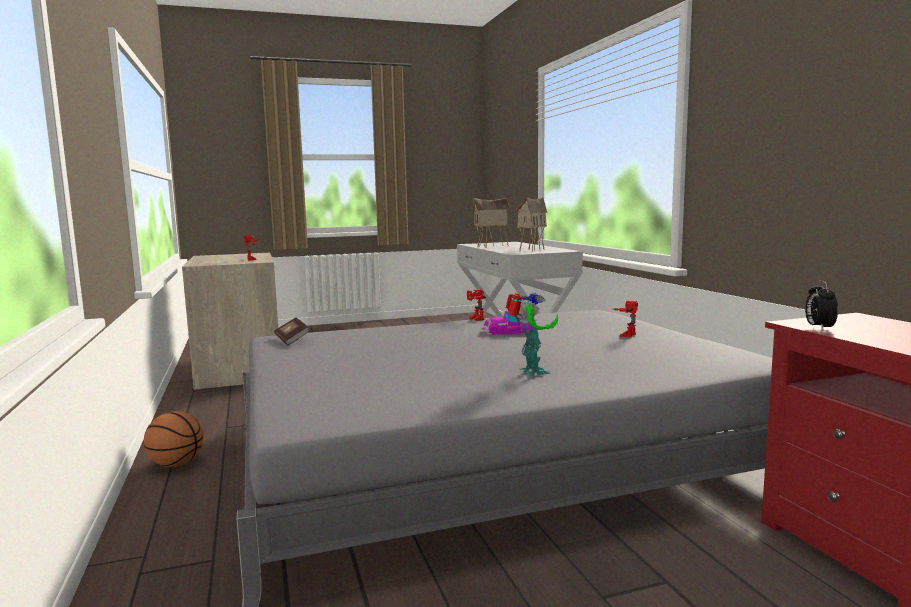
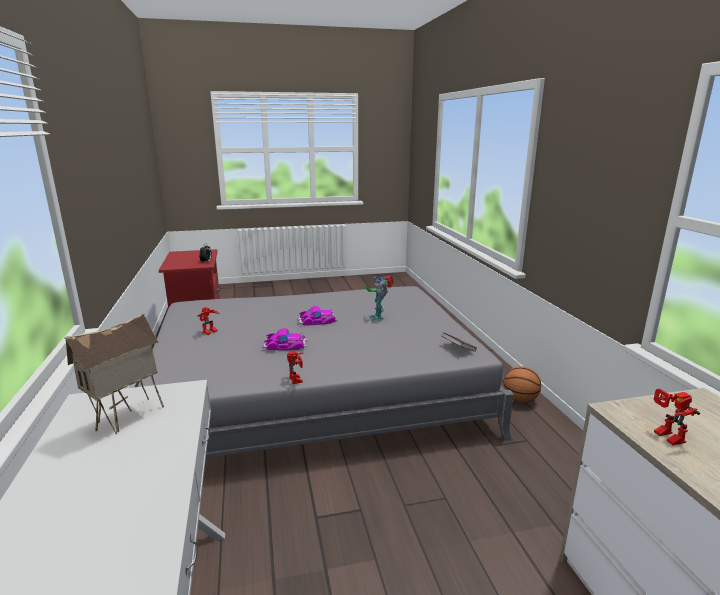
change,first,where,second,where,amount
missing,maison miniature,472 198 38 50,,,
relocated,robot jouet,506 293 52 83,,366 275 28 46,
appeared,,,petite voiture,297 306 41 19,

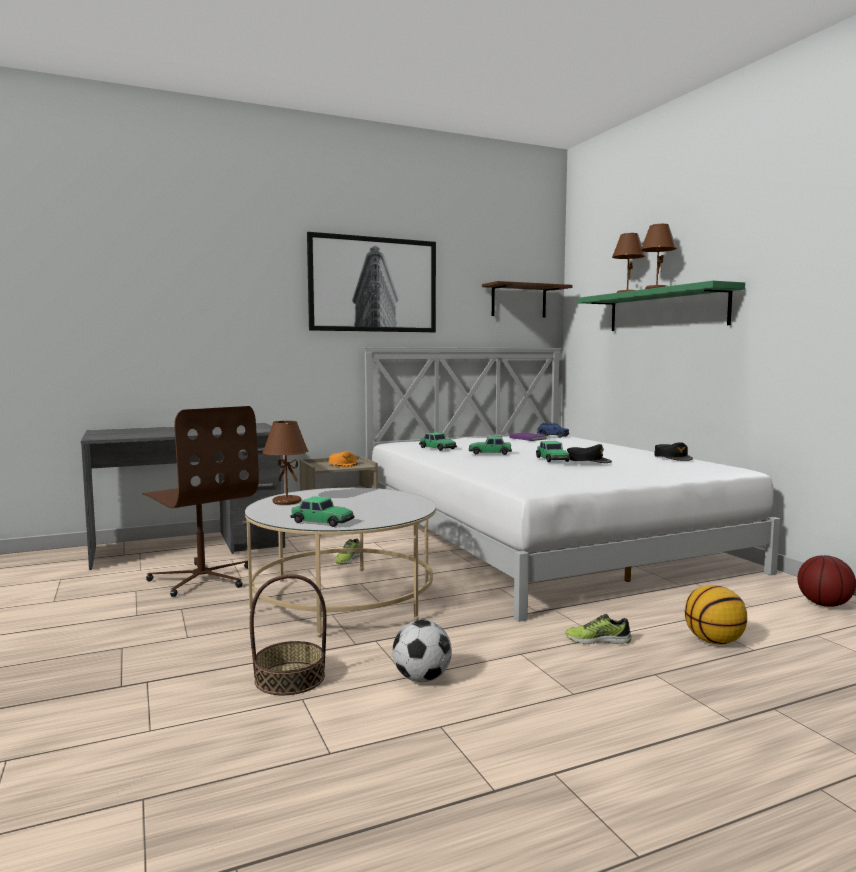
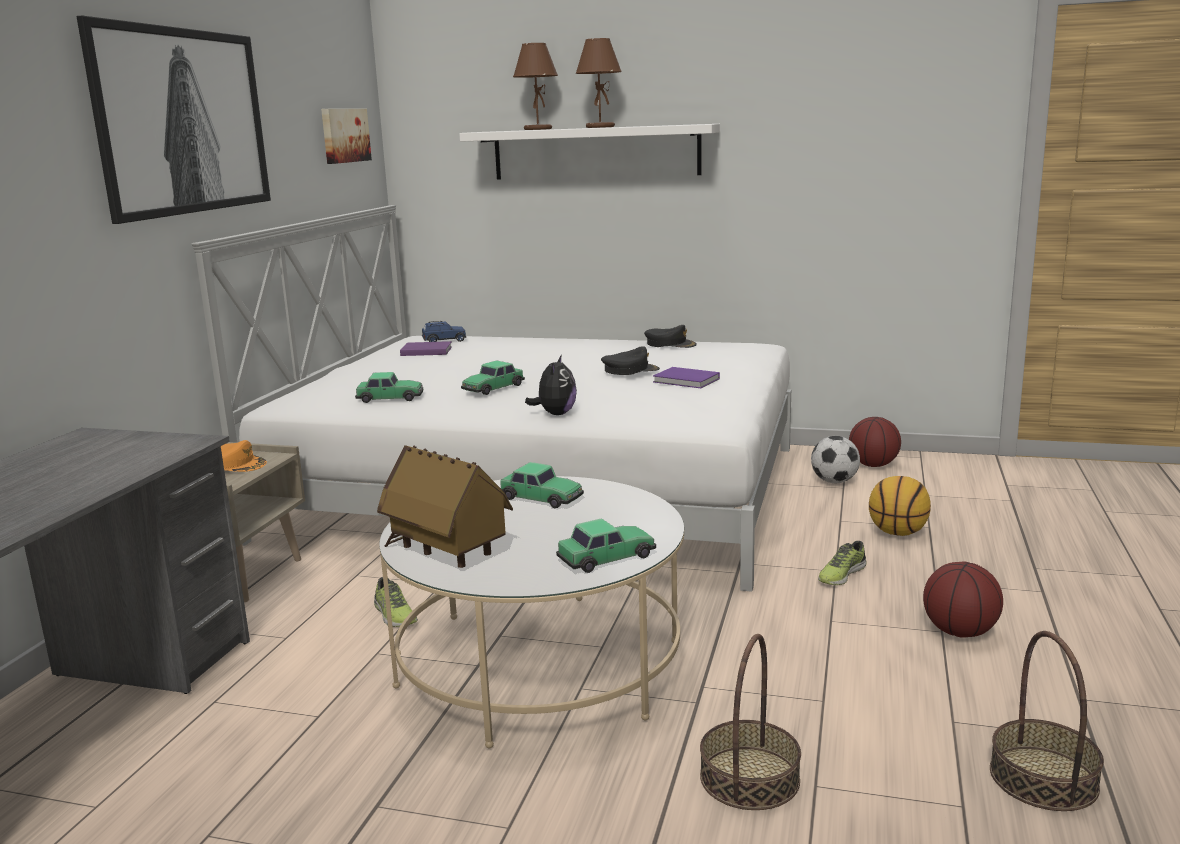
change,first,where,second,where,amount
missing,chaise de bureau [marron],142 406 117 191,,,
exchanged,lampe de table [marron],263 421 46 84,maison miniature,377 445 136 123,
relocated,ballon de foot,392 620 60 62,,811 436 49 47,
exchanged,étagère [marron],482 281 90 36,tableau,321 109 51 55,
relocated,petite voiture,536 441 34 21,,500 462 84 46,
colour,étagère [vert],578 281 167 50,étagère [blanc],459 124 261 56,
appeared,,,peluche,525 355 52 60,
appeared,,,livre [violet],653 367 67 21,
appeared,,,ballon de basket,923 561 80 77,
appeared,,,panier,990 631 114 180,

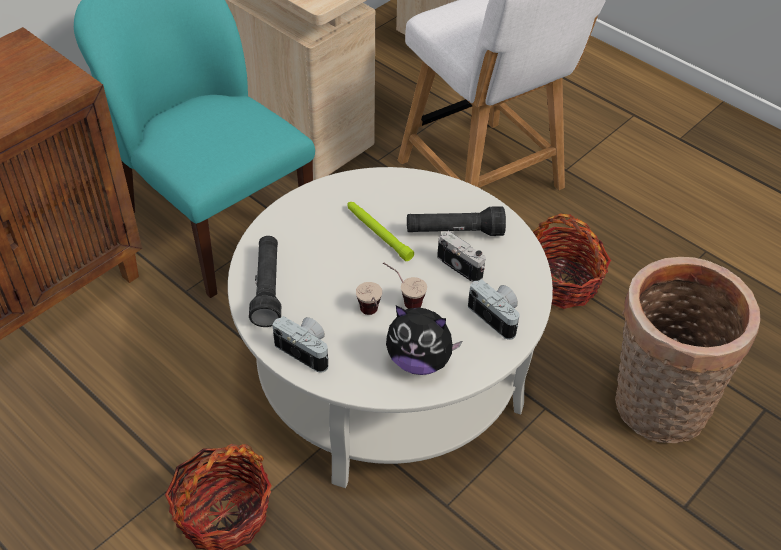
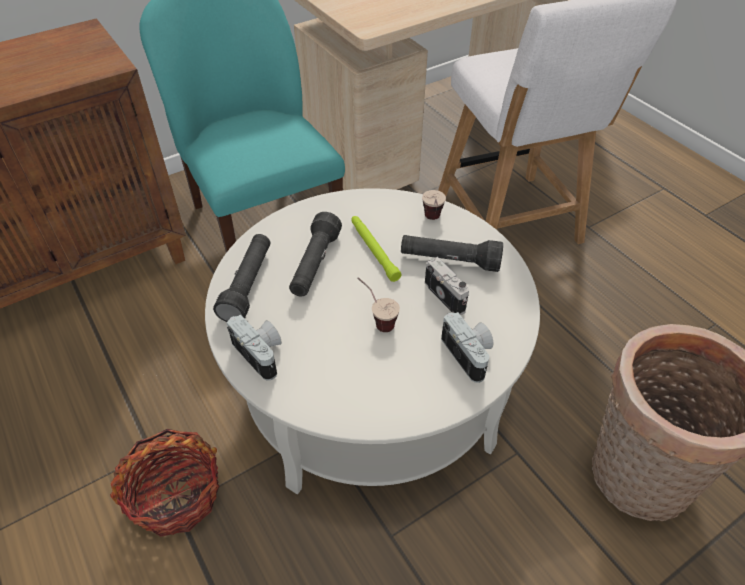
change,first,where,second,where,amount
relocated,tasse,356 282 26 33,,422 190 24 30,
missing,peluche,386 305 76 70,,,
missing,panier,533 213 78 96,,,
appeared,,,lampe de poche [noir],289 212 53 85,

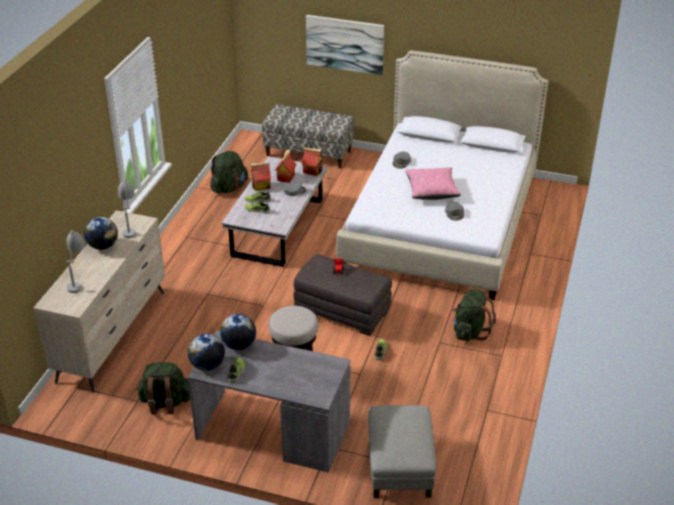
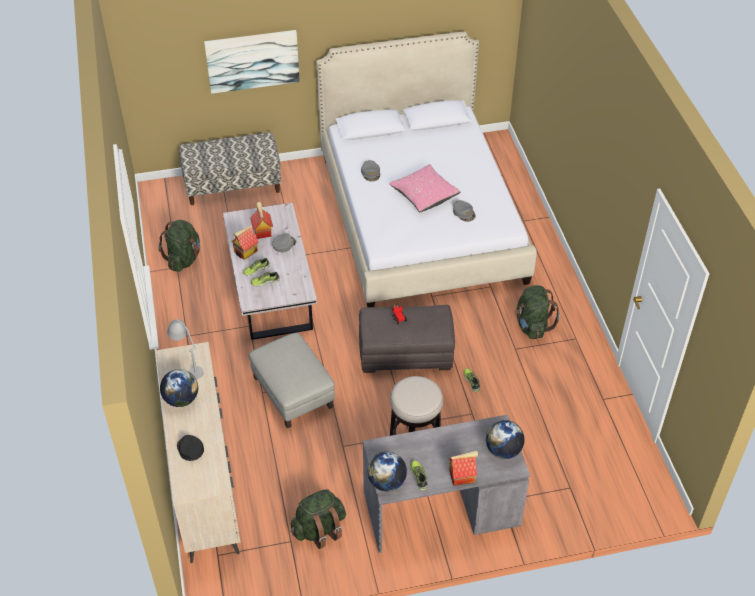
change,first,where,second,where,amount
exchanged,lampe de table [gris],66 230 19 63,casquette [noir],177 435 27 26,
relocated,globe,220 314 36 36,,486 420 39 39,
relocated,maison miniature,301 148 22 28,,449 451 29 35,
relocated,pouf [gris],368 405 68 93,,249 333 86 96,

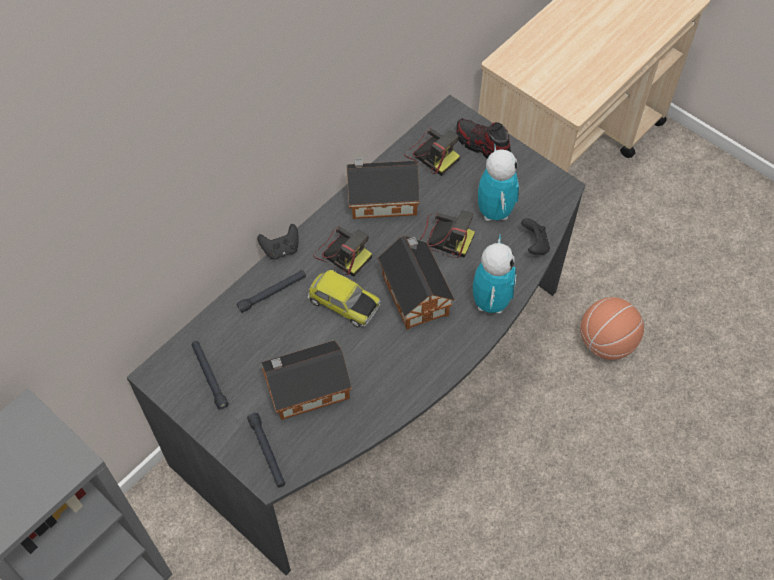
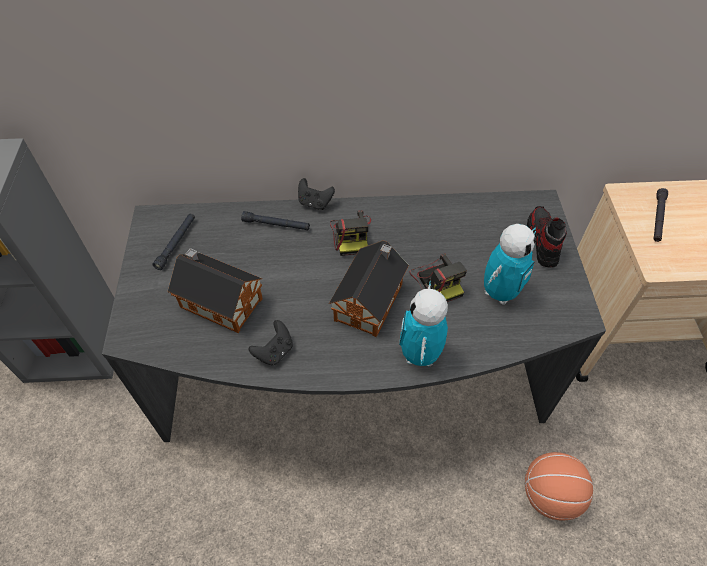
change,first,where,second,where,amount
relocated,lampe de poche [noir],247 413 38 74,,653 188 15 54,
missing,petite voiture,308 270 73 57,,,
missing,maison miniature,346 158 74 61,,,
missing,appareil photo,404 127 56 49,,,
spun,robot jouet,473 236 43 77,,399 283 49 83,135 degrees clockwise
relocated,manette [noir],521 218 29 37,,249 320 44 45,

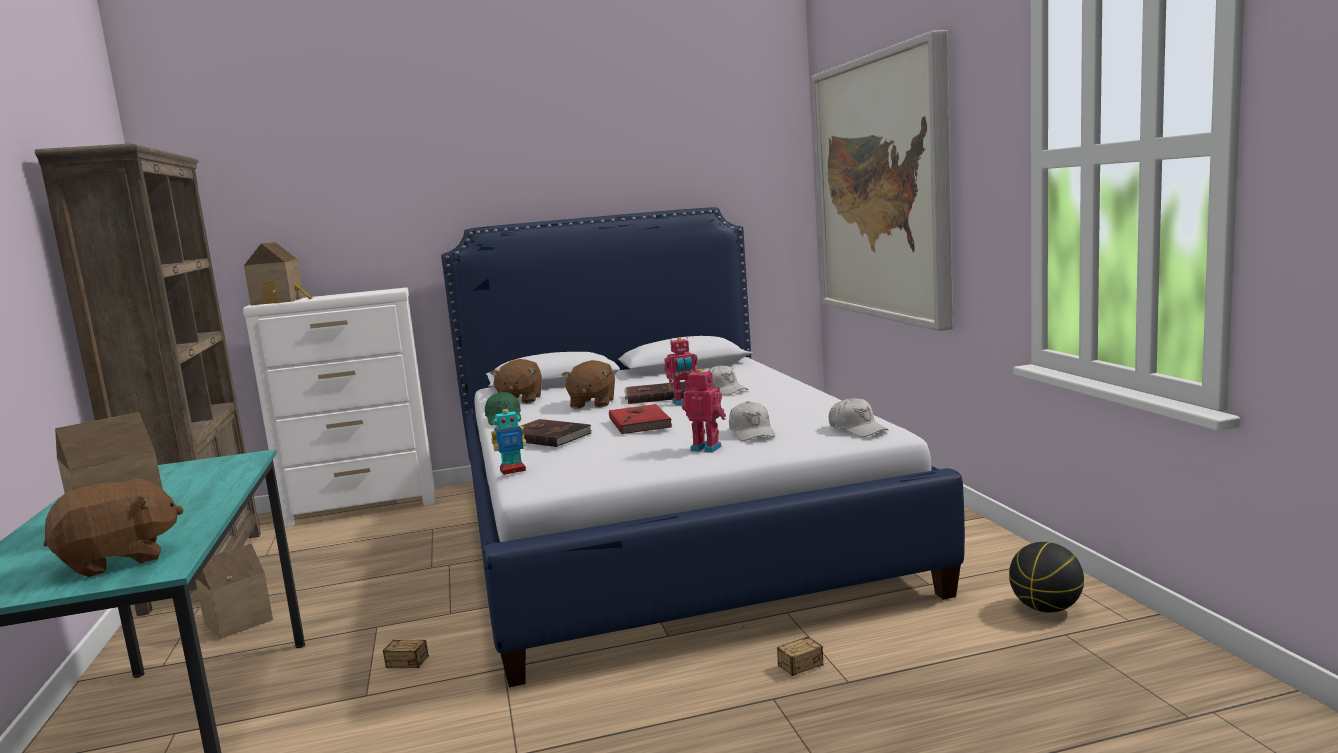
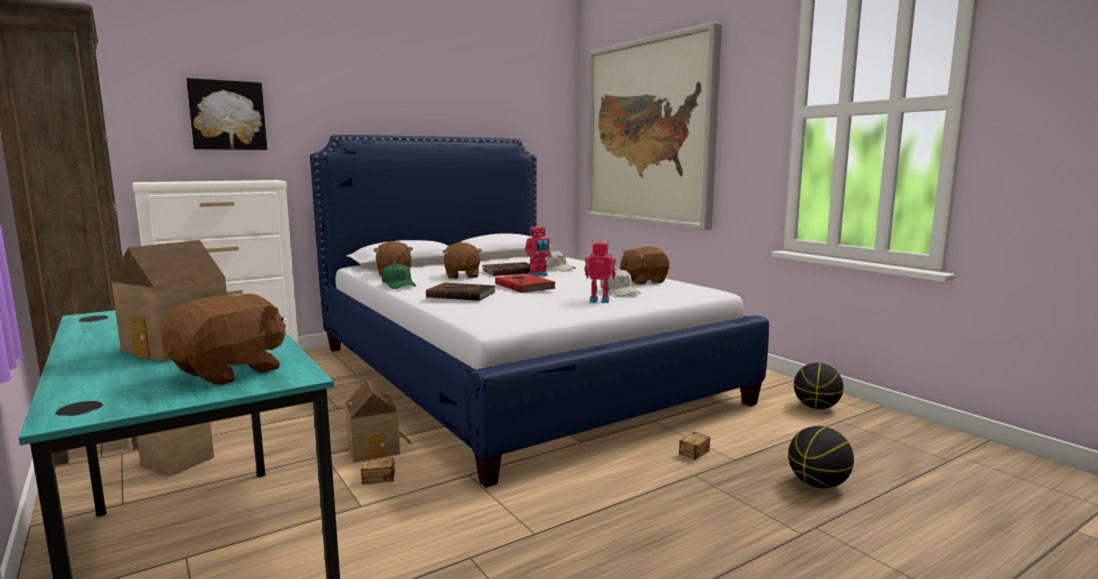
change,first,where,second,where,amount
relocated,maison miniature,244 242 69 63,,345 379 67 83,
missing,robot jouet,491 403 35 72,,,
missing,casquette [blanc],829 397 60 40,,,
appeared,,,tableau,186 78 81 72,
appeared,,,peluche [marron],620 247 49 38,
appeared,,,ballon de basket,788 426 66 62,

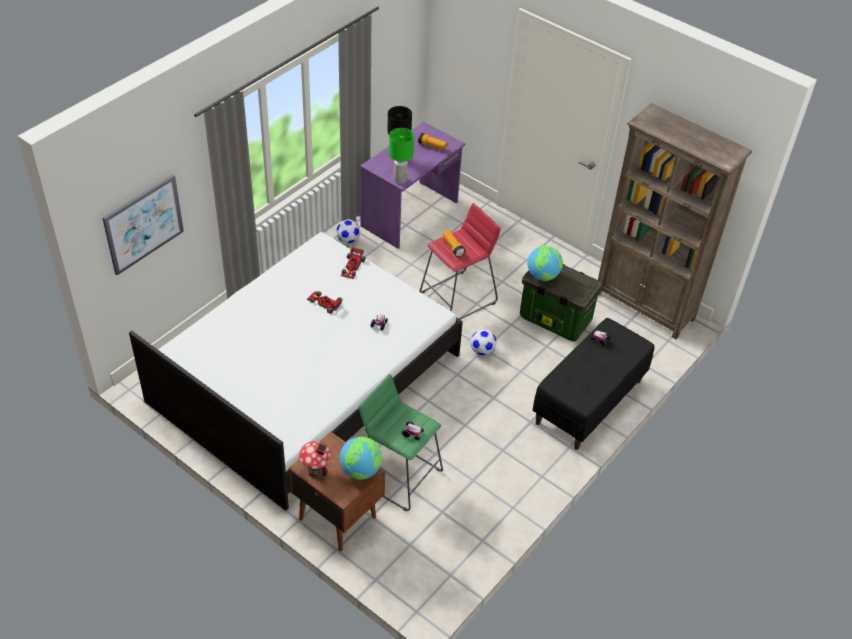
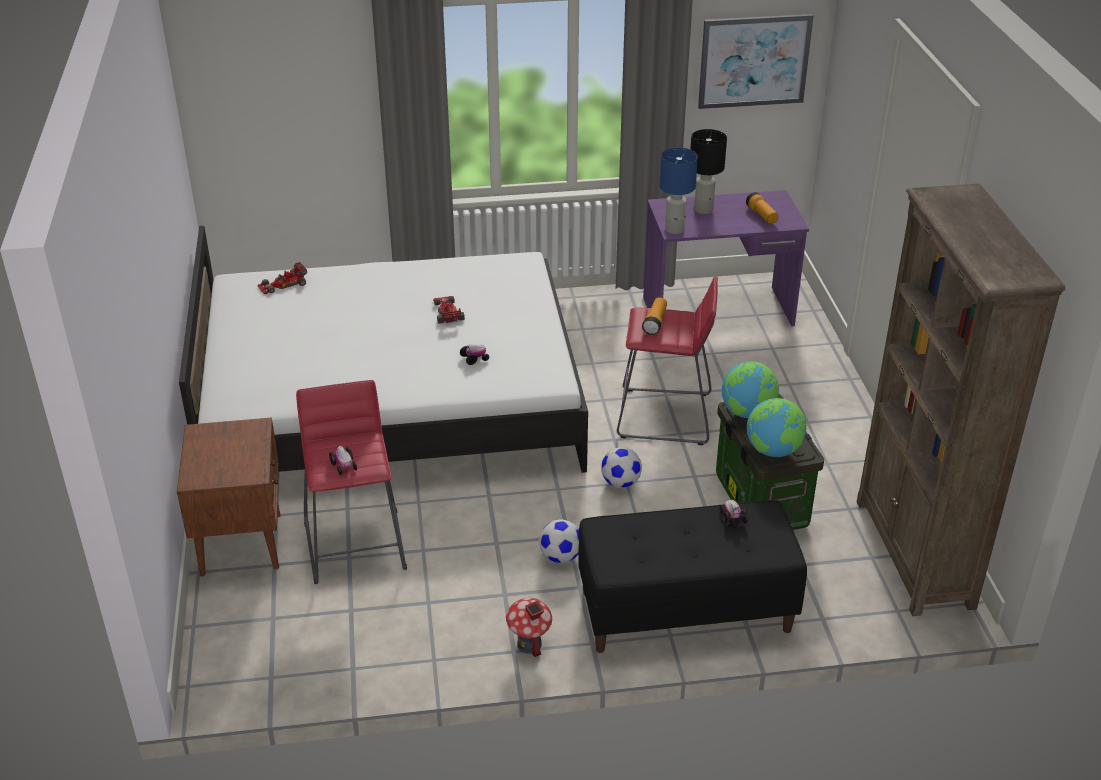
change,first,where,second,where,amount
relocated,tableau,102 175 82 100,,698 14 116 95,
relocated,maison miniature,299 441 32 37,,506 598 46 59,
relocated,ballon de foot,336 219 24 24,,539 519 40 44,
relocated,globe,340 437 42 43,,747 398 59 59,
relocated,petite voiture,341 247 24 32,,257 262 50 32,
colour,tabouret [vert],359 374 84 137,tabouret [rouge],296 380 111 204,
colour,lampe de table [vert],389 128 25 56,lampe de table [bleu],660 148 38 86,

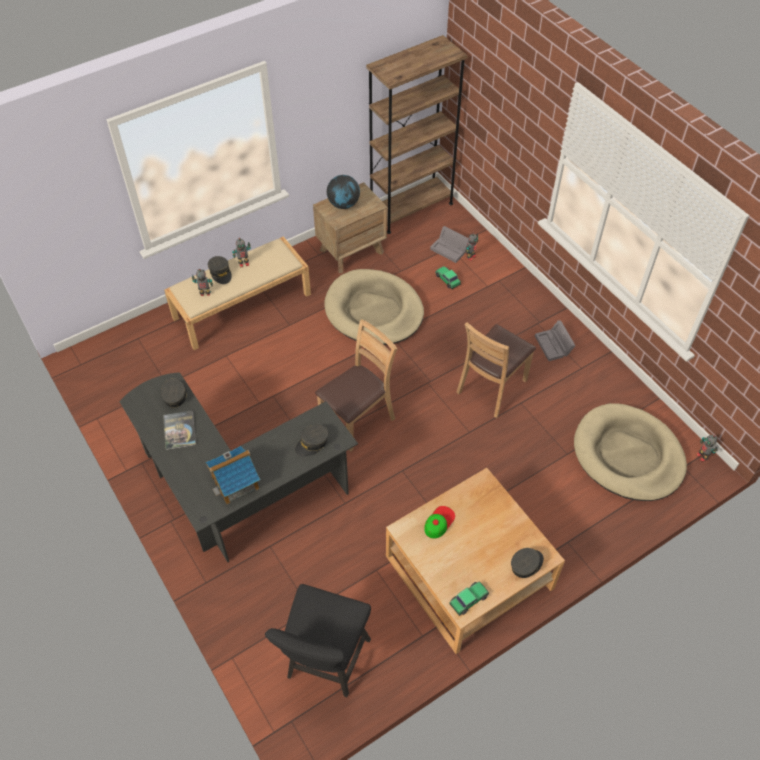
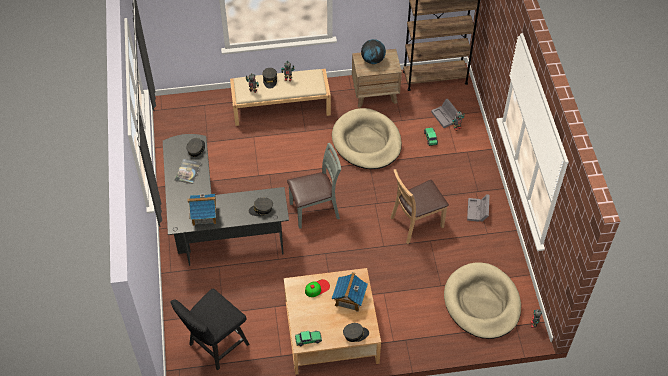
change,first,where,second,where,amount
colour,chaise [marron],315 319 83 133,chaise [gris],287 143 54 86,
appeared,,,maison miniature,332 272 36 40,

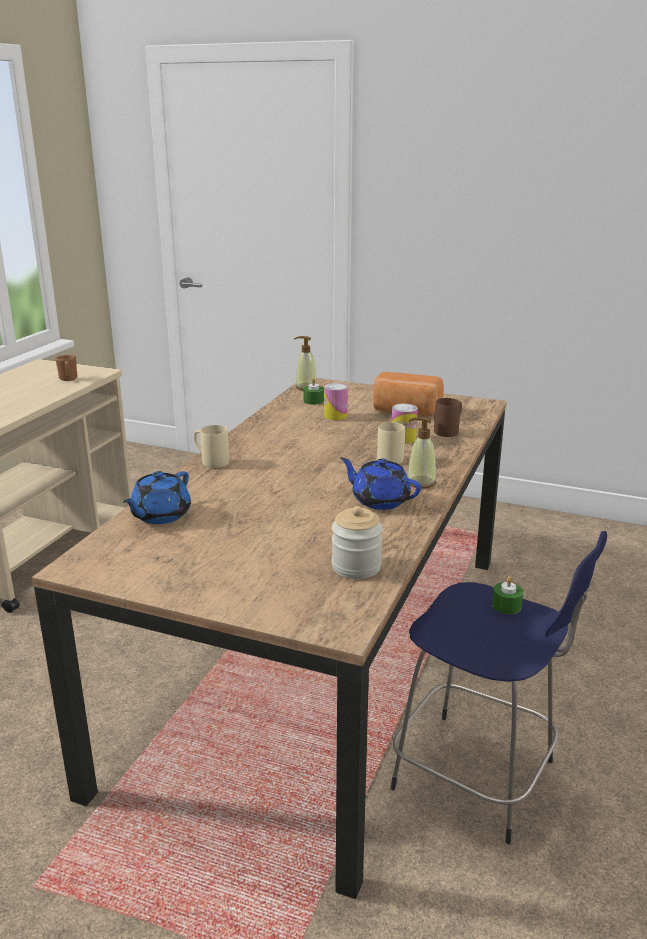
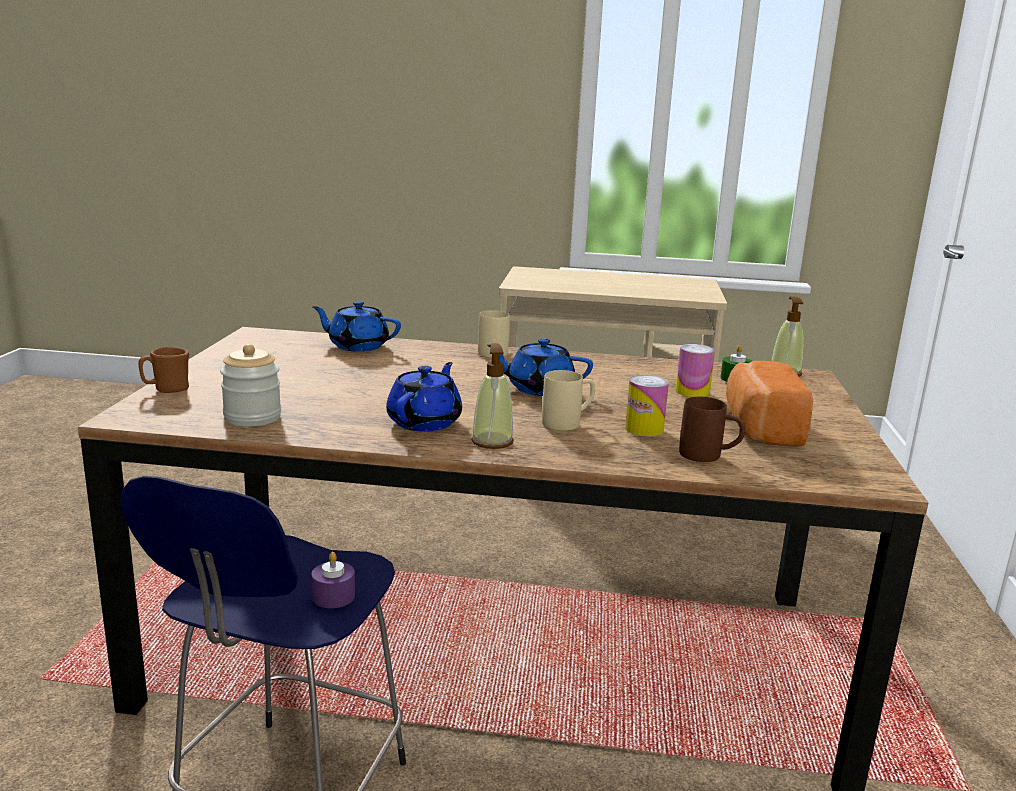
change,first,where,second,where,amount
relocated,mug [marron],55 355 22 26,,138 347 51 46,
colour,bougie [vert],492 576 31 38,bougie [violet],312 552 43 56,
appeared,,,théière [bleu],487 338 106 58,

